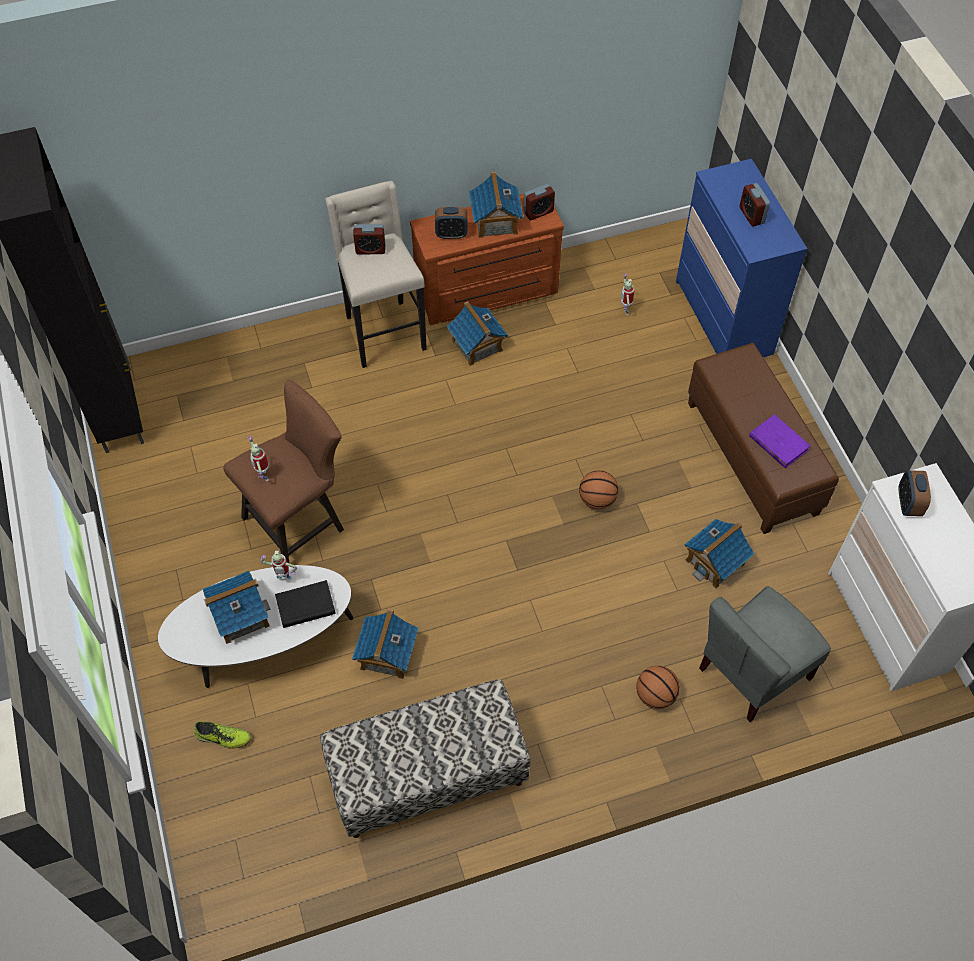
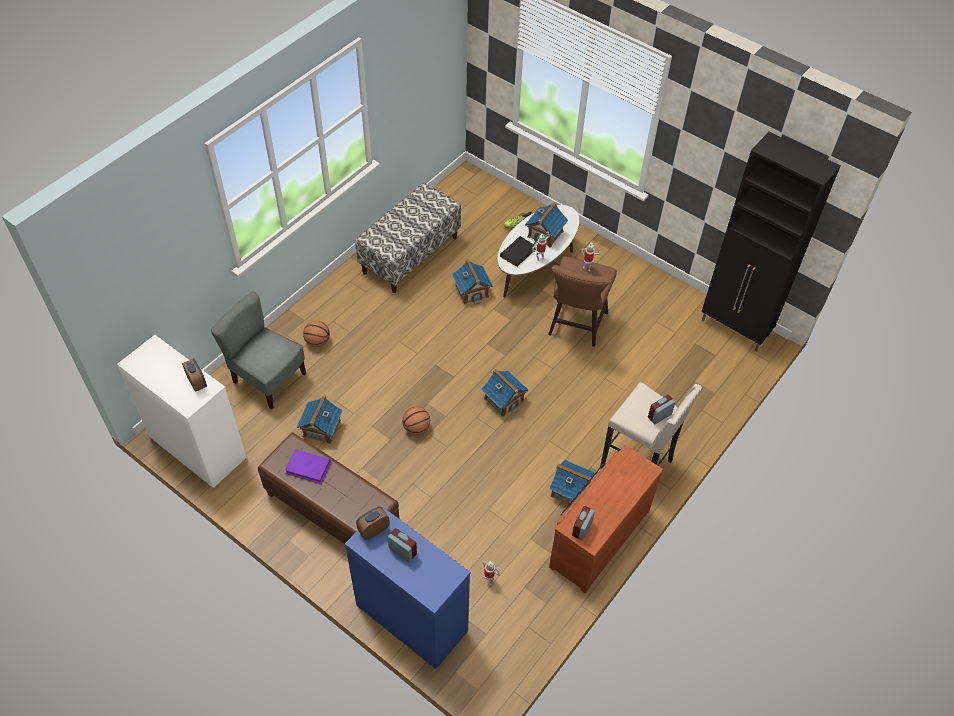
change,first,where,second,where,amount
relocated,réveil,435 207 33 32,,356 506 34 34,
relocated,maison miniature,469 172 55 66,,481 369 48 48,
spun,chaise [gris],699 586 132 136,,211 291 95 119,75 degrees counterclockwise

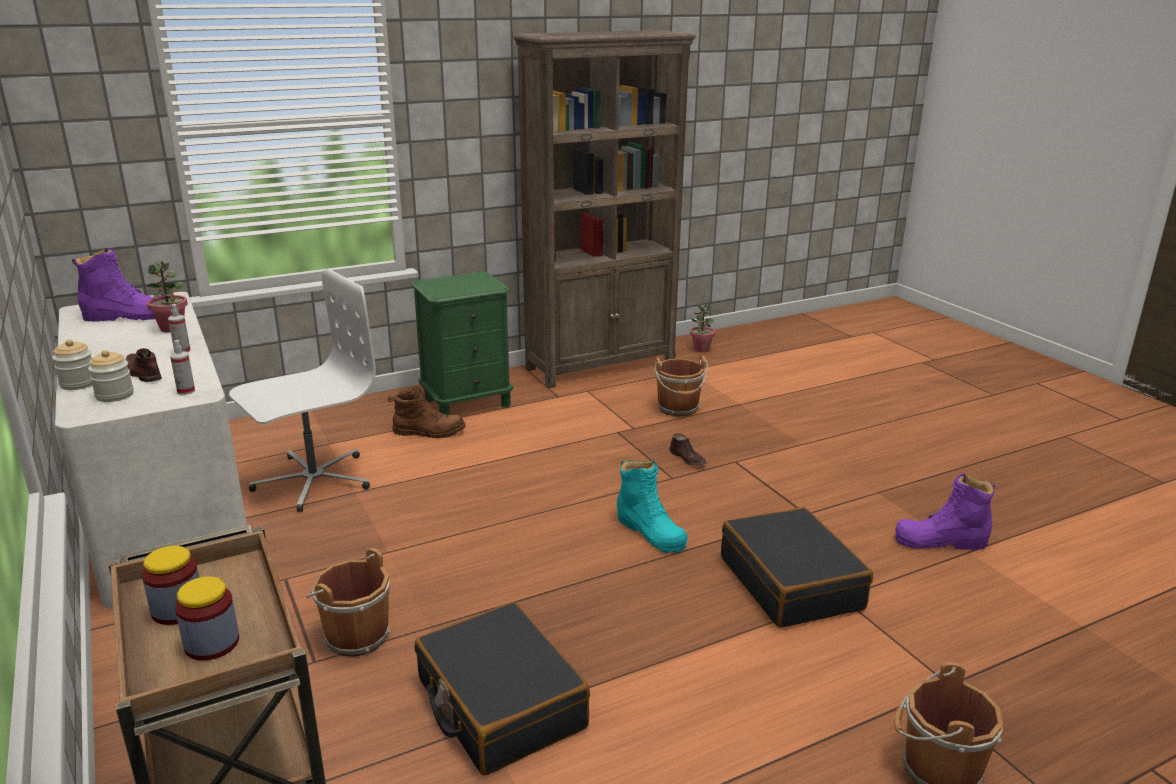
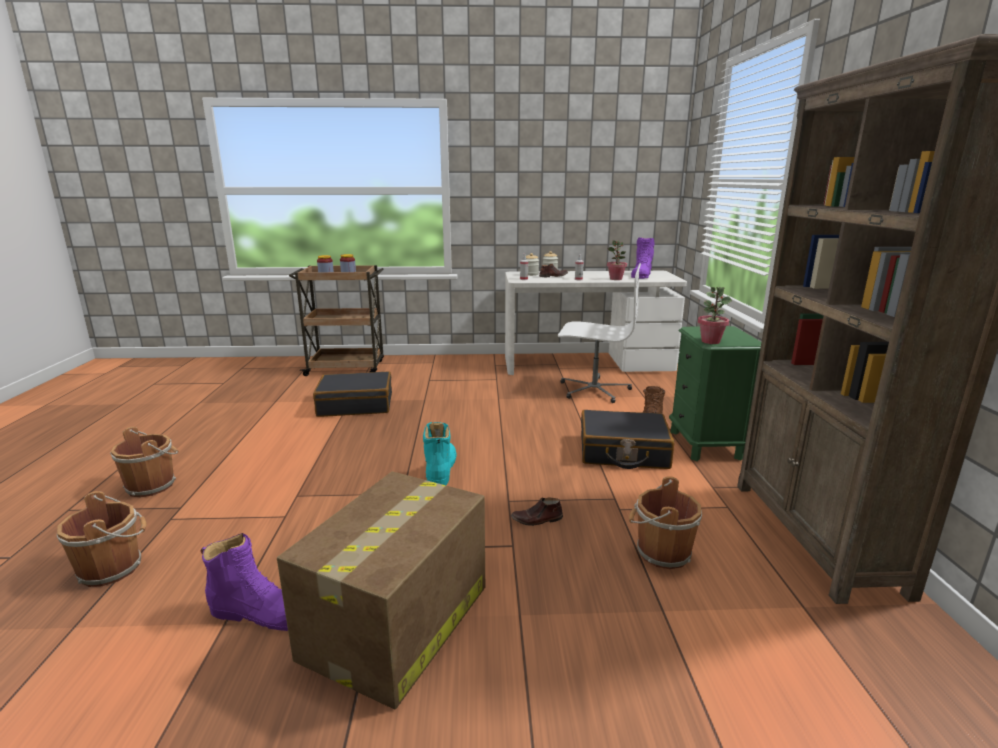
change,first,where,second,where,amount
spun,chaise de bureau [blanc],229 268 147 244,,558 263 83 140,60 degrees counterclockwise
relocated,seau [marron],306 548 85 108,,57 491 90 96,
spun,botte [turquoise],617 460 71 93,,423 422 33 63,105 degrees clockwise
relocated,plante en pot,690 303 25 49,,698 287 34 57,
relocated,valise [noir],721 507 152 121,,581 410 93 59,
spun,botte [violet],895 473 100 77,,200 533 88 98,75 degrees clockwise
appeared,,,carton,277 472 208 237,

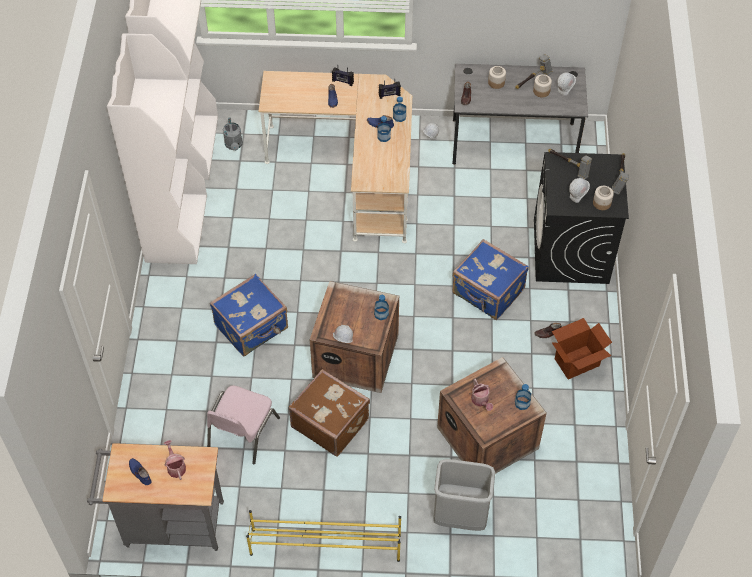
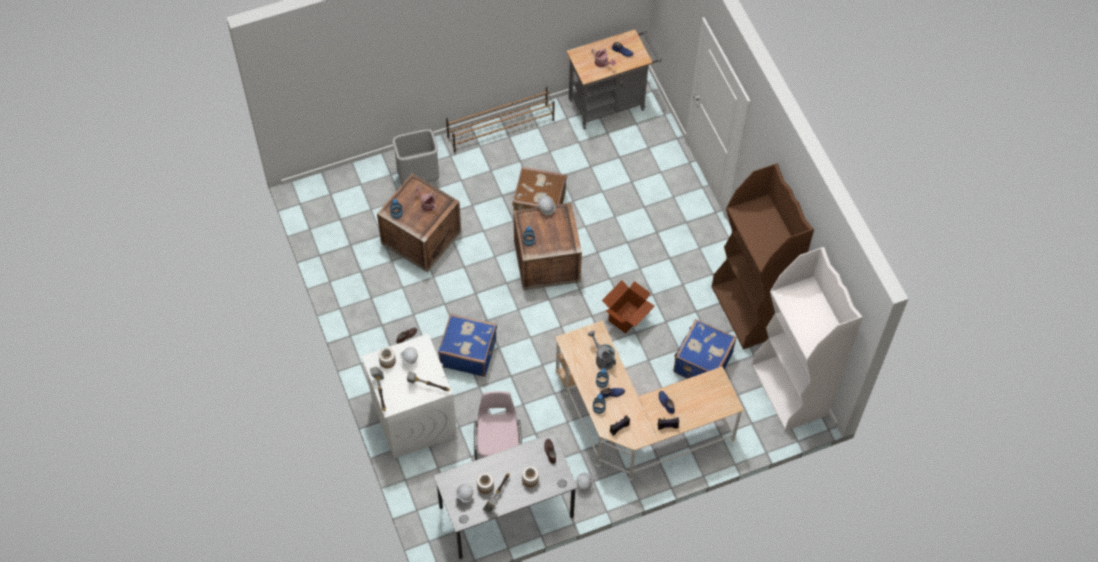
change,first,where,second,where,amount
colour,bibliothèque [blanc],107 33 100 231,bibliothèque [marron],712 163 102 186,
relocated,chaise [rose],207 385 73 79,,474 391 48 69,
relocated,valise [bleu],210 274 78 82,,673 319 64 60,
relocated,arrosoir [gris],223 118 20 33,,588 331 28 39,
colour,étagère à chaussures [jaune],246 510 155 52,étagère à chaussures [marron],446 86 109 67,
colour,lave-linge [noir],534 152 95 132,lave-linge [blanc],361 334 96 125,
relocated,carton,552 318 60 61,,602 280 53 53,

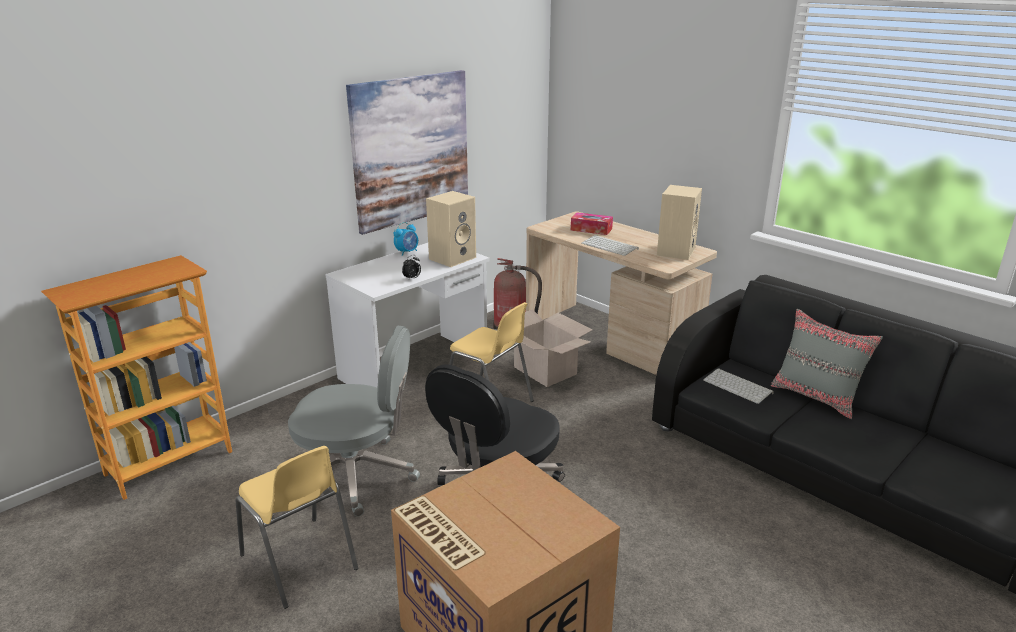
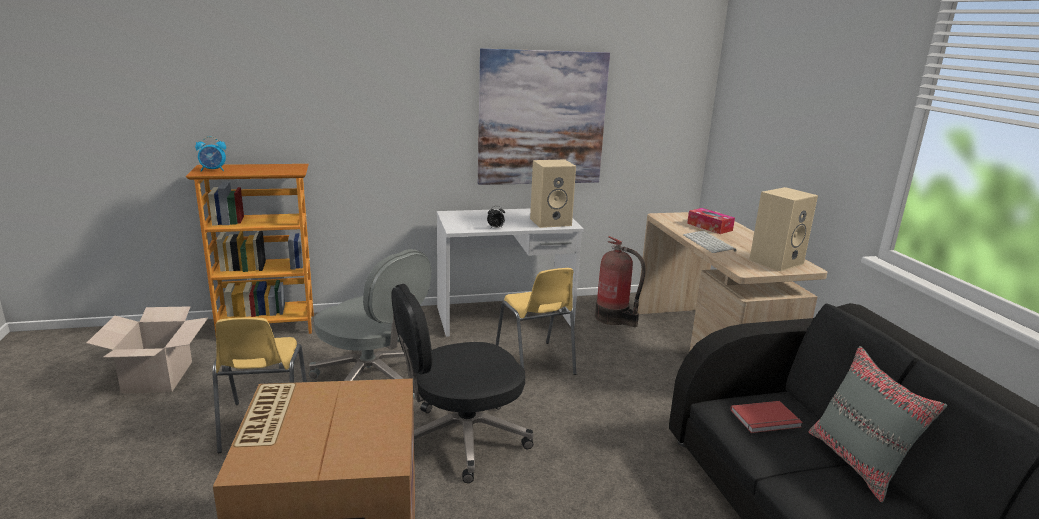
change,first,where,second,where,amount
relocated,réveil,393 222 25 34,,195 136 31 36,
relocated,carton,514 309 78 78,,87 306 121 88,
exchanged,clavier,703 368 71 36,livre [rouge],730 401 73 32,

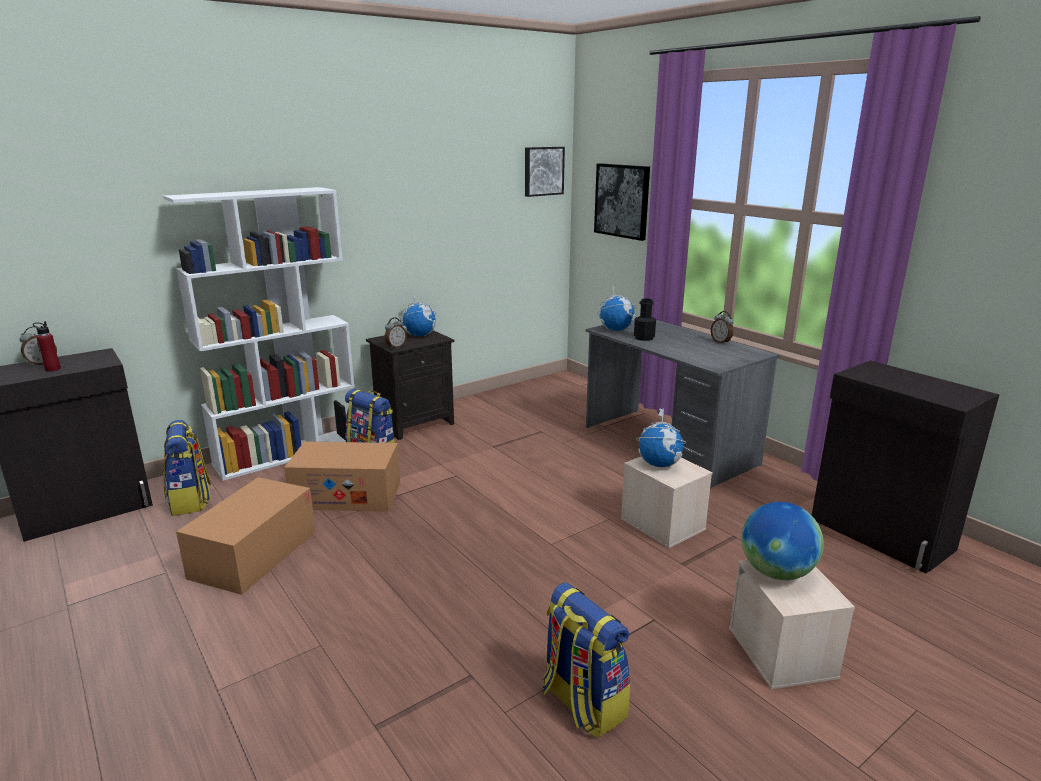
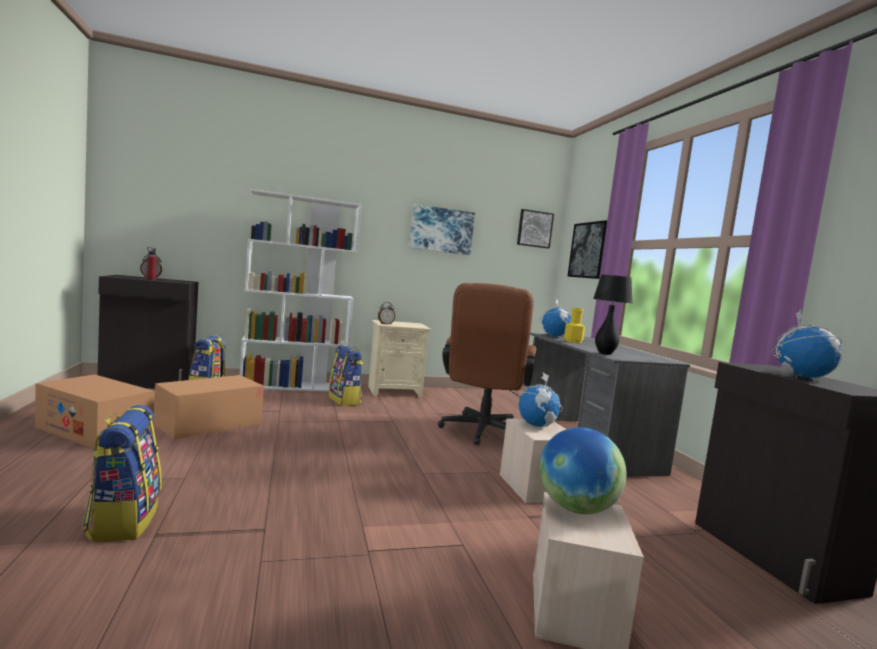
change,first,where,second,where,amount
relocated,carton,284 441 116 71,,35 374 120 75,
colour,table de chevet [noir],366 330 89 110,table de chevet [beige],368 320 64 78,
relocated,globe,400 293 36 43,,771 310 71 69,
relocated,sac à dos,542 583 88 155,,82 405 80 137,
colour,bouteille [noir],634 298 22 43,bouteille [jaune],564 308 21 35,
missing,réveil,711 311 23 33,,,
appeared,,,tableau,409 204 66 51,
appeared,,,chaise de bureau [marron],438 283 99 162,
appeared,,,lampe de table [noir],593 275 40 80,

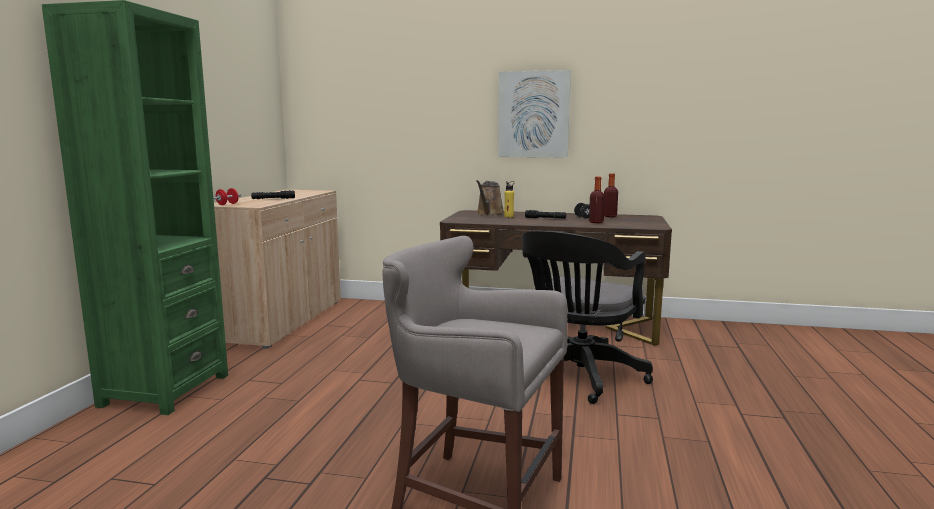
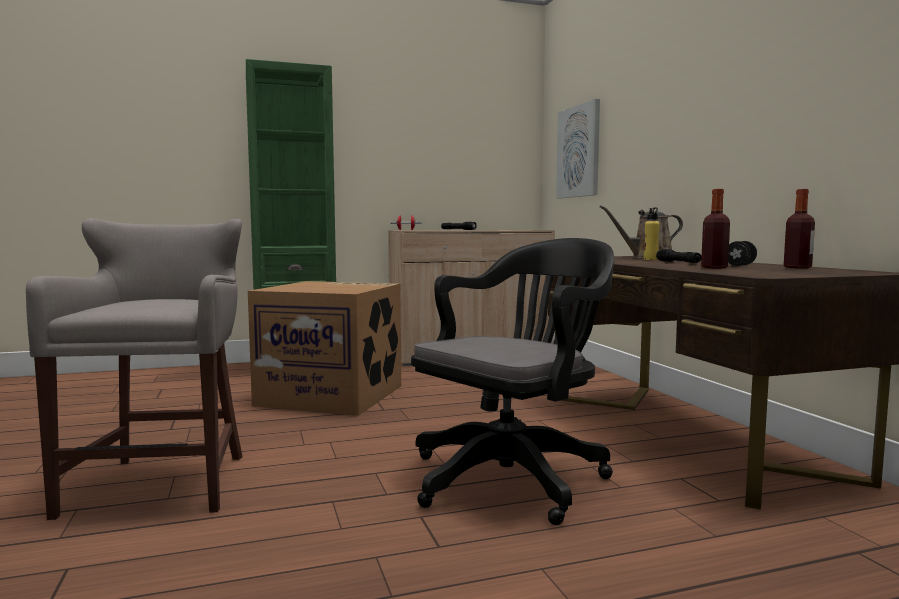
change,first,where,second,where,amount
relocated,tableau,498 70 73 87,,556 99 44 99,
spun,chaise de bureau [noir],522 231 131 173,,411 238 203 287,135 degrees clockwise
appeared,,,carton,248 281 153 135,

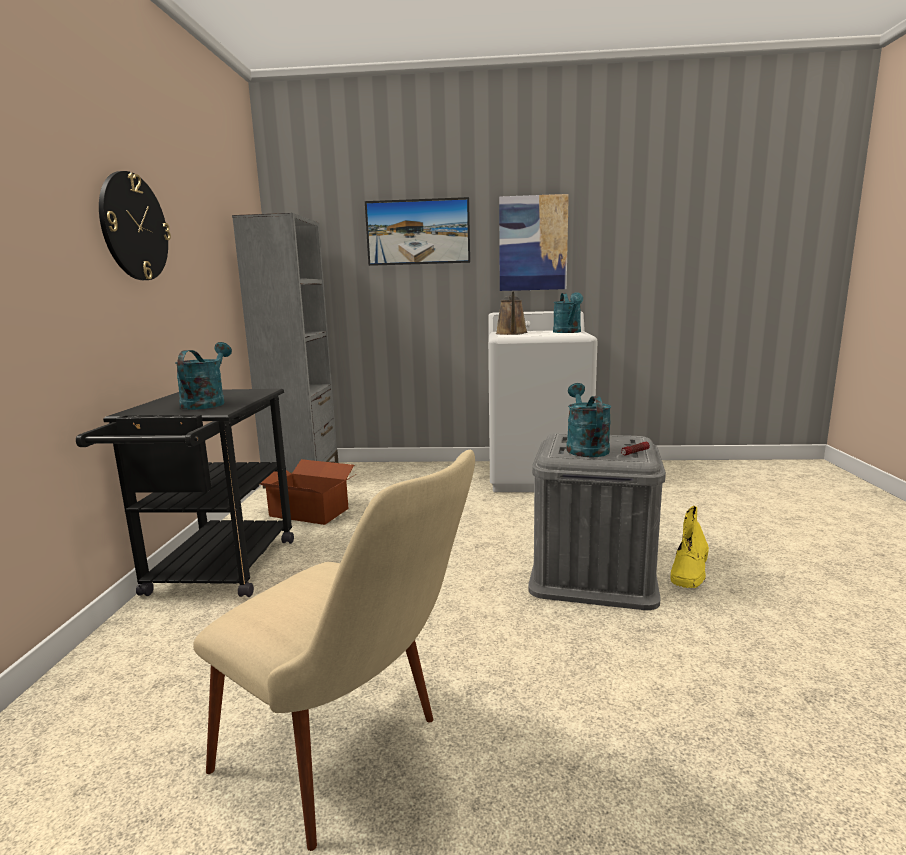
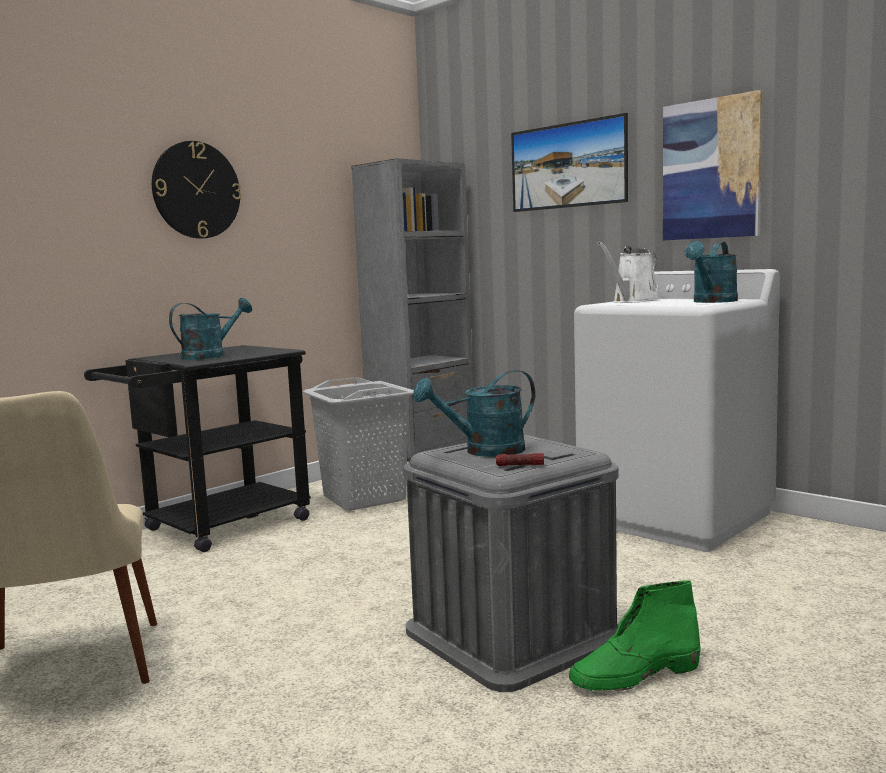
change,first,where,second,where,amount
exchanged,carton,260 459 95 66,panier à linge [gris],303 377 111 134,
colour,arrosoir [marron],496 292 32 43,arrosoir [blanc],598 242 63 61,
spun,arrosoir [turquoise],566 383 46 74,,413 370 122 87,150 degrees counterclockwise
colour,botte [jaune],670 506 39 82,botte [vert],569 580 132 112,

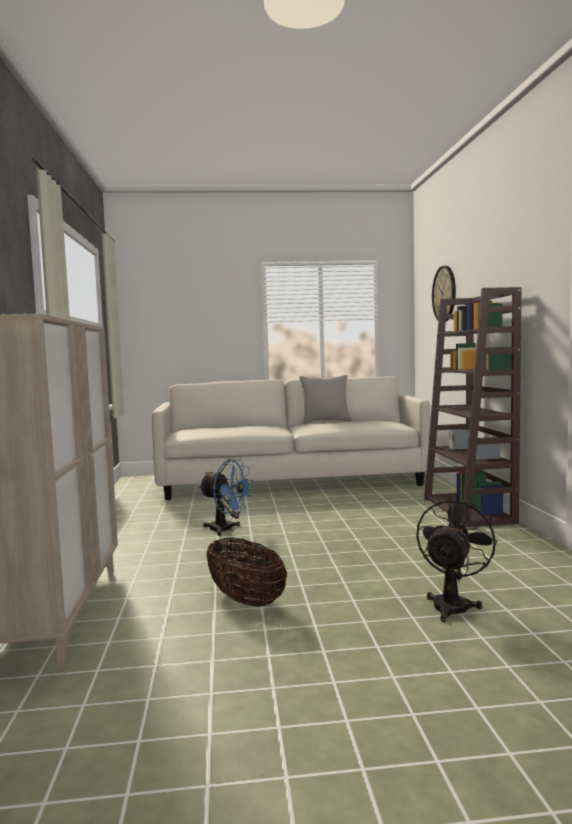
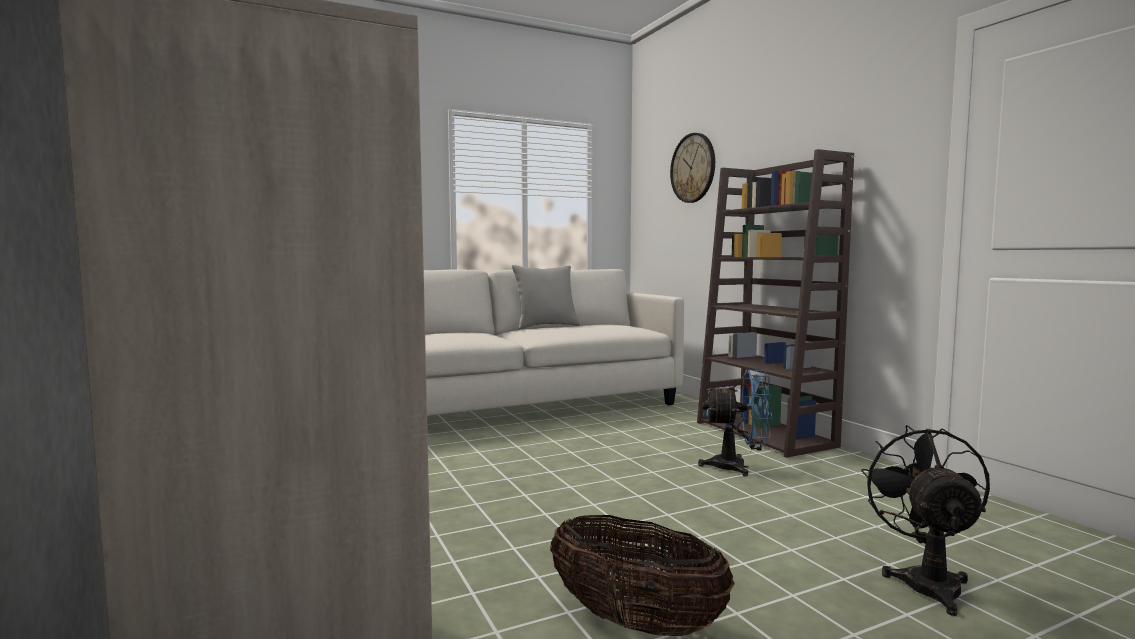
change,first,where,second,where,amount
relocated,ventilateur [bleu],199 460 54 76,,698 369 75 108,

